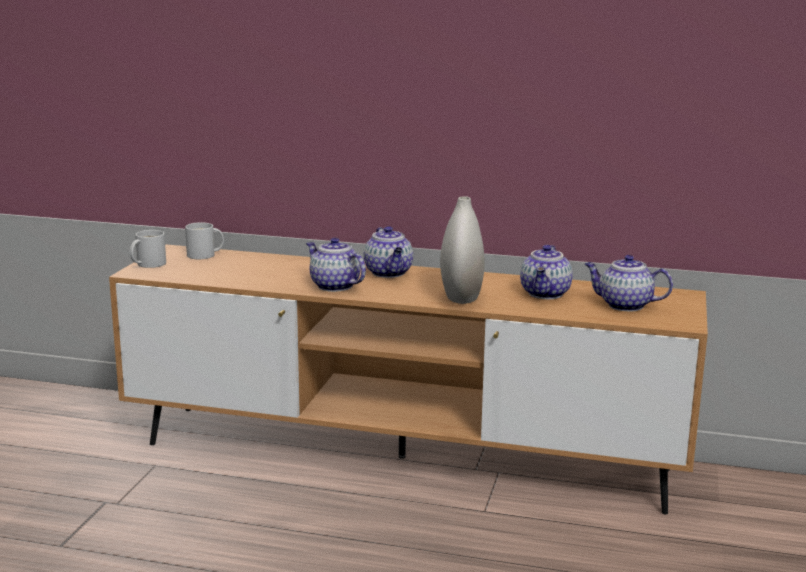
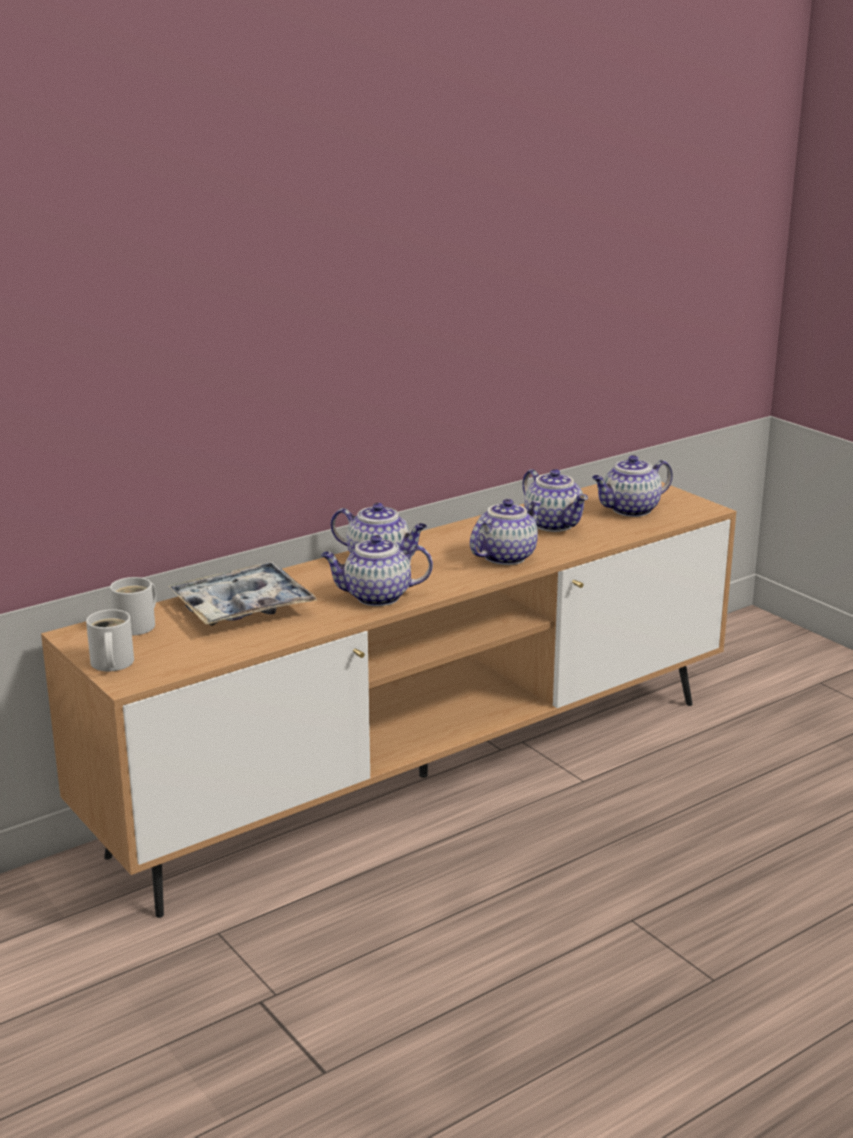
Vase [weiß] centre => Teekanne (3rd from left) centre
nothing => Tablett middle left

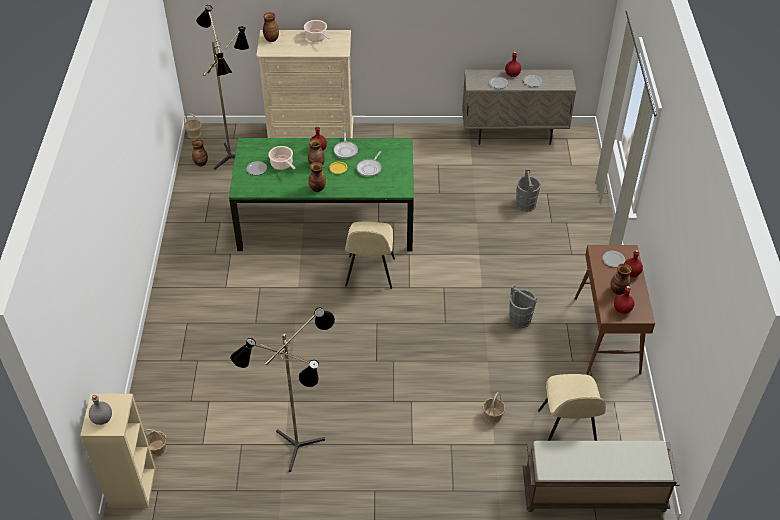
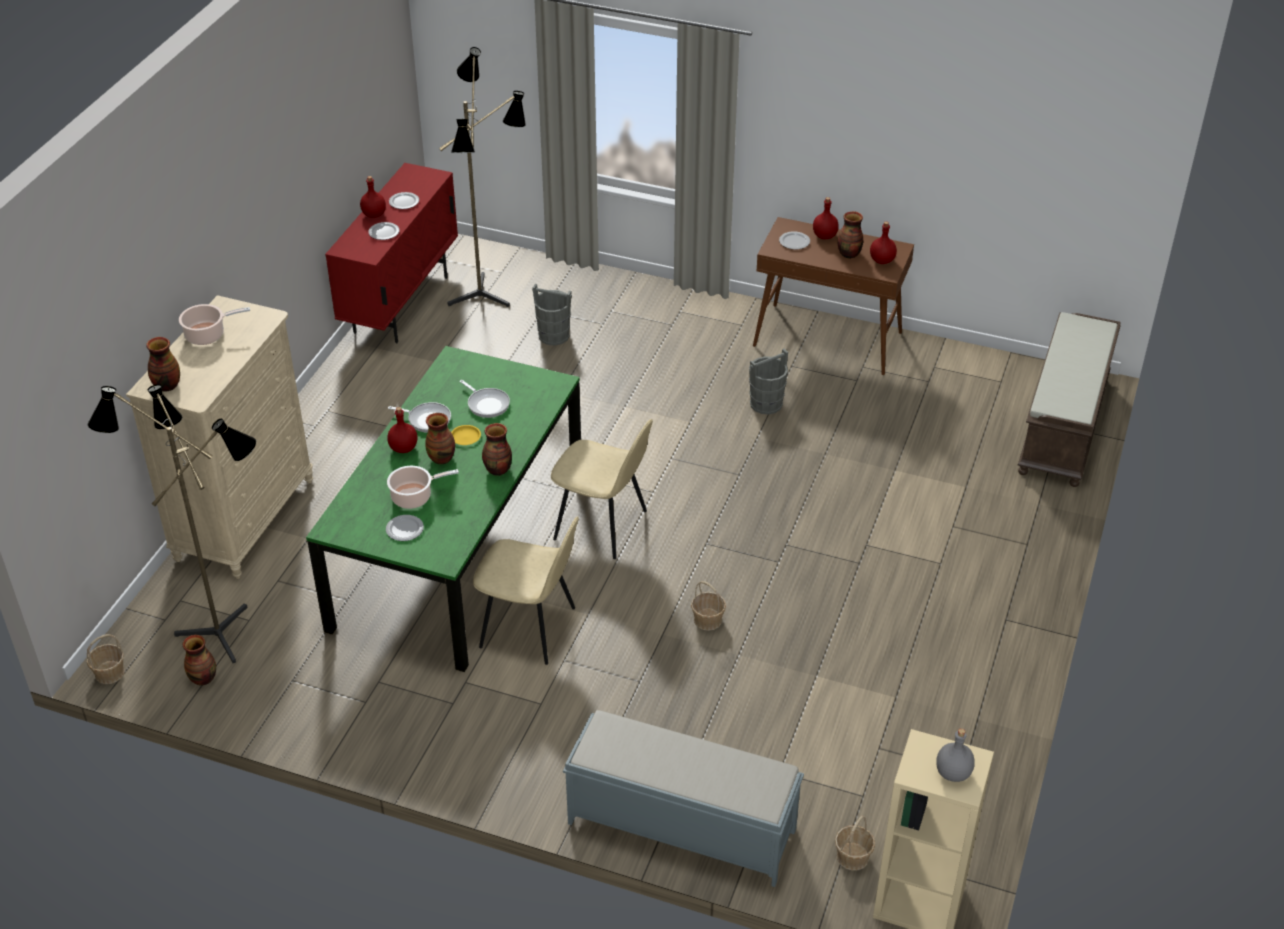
Schrank [beige] top centre => Schrank [rot] top left
Stehlampe (2nd from left) bottom centre => Stehlampe (2nd from left) top centre, move
Stuhl [beige] (2nd from left in the first image) bottom right => Stuhl [beige] (1st from left) centre, move
Korb (3rd from left in the first image) bottom centre => Korb (2nd from left) centre, move
nothing => Bank [grau] bottom centre

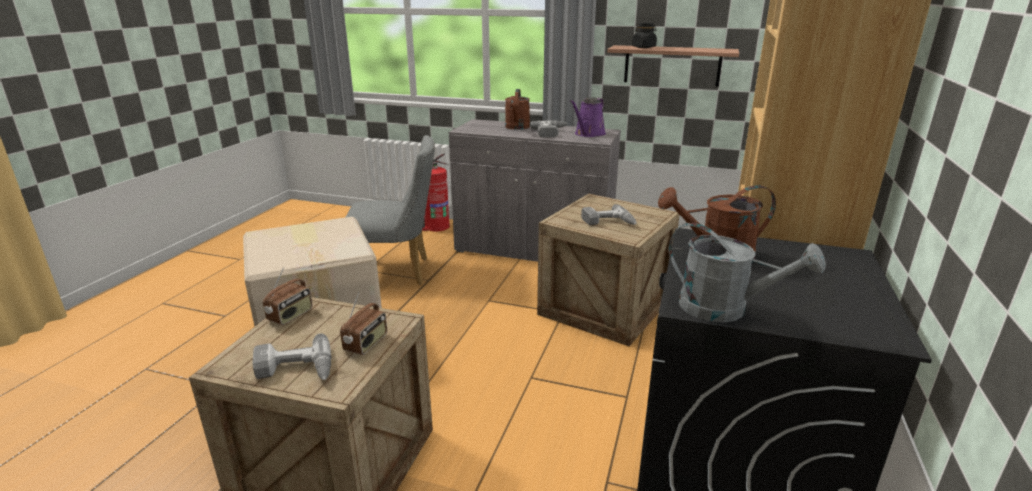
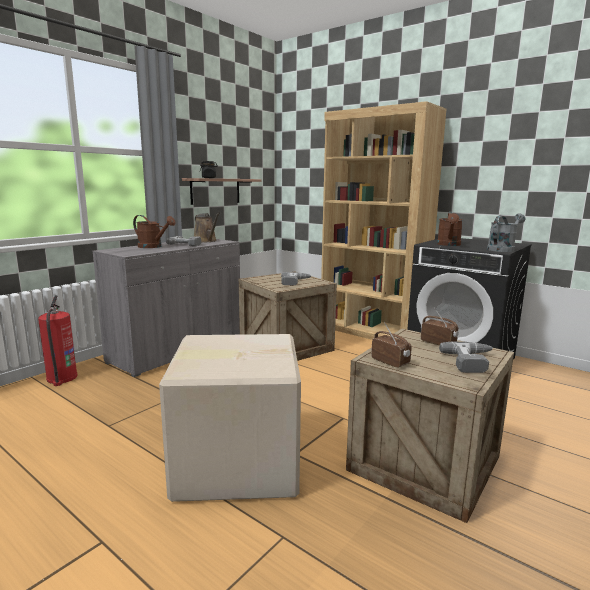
Gießkanne [lila] top centre => Gießkanne [braun] (2nd from left) centre
Stuhl [grau] centre => nothing

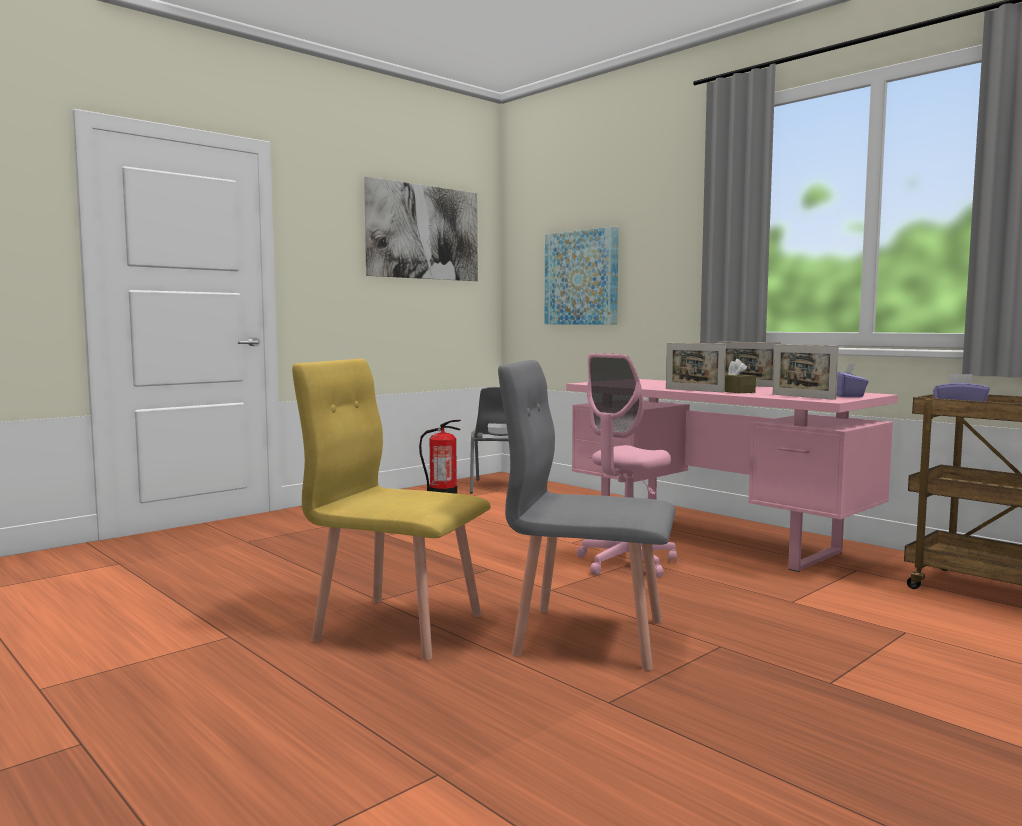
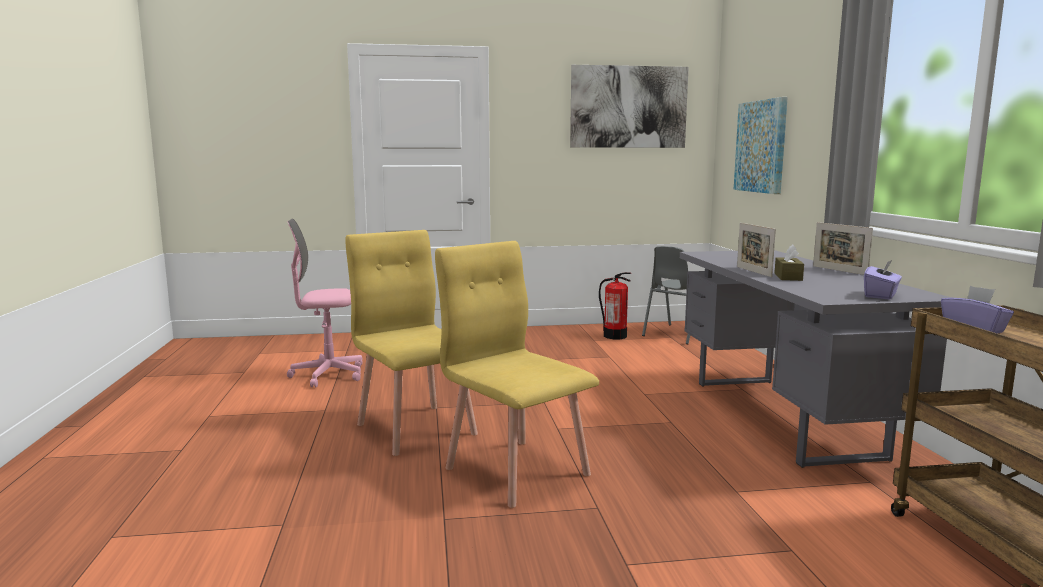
Bilderrahmen (3rd from left) middle right => nothing
Bürostuhl [rosa] centre => Bürostuhl [rosa] middle left, move
Stuhl [grau] (2nd from left) centre => Stuhl [gelb] (2nd from left) centre
Schreibtisch [rosa] middle right => Schreibtisch [grau] middle right

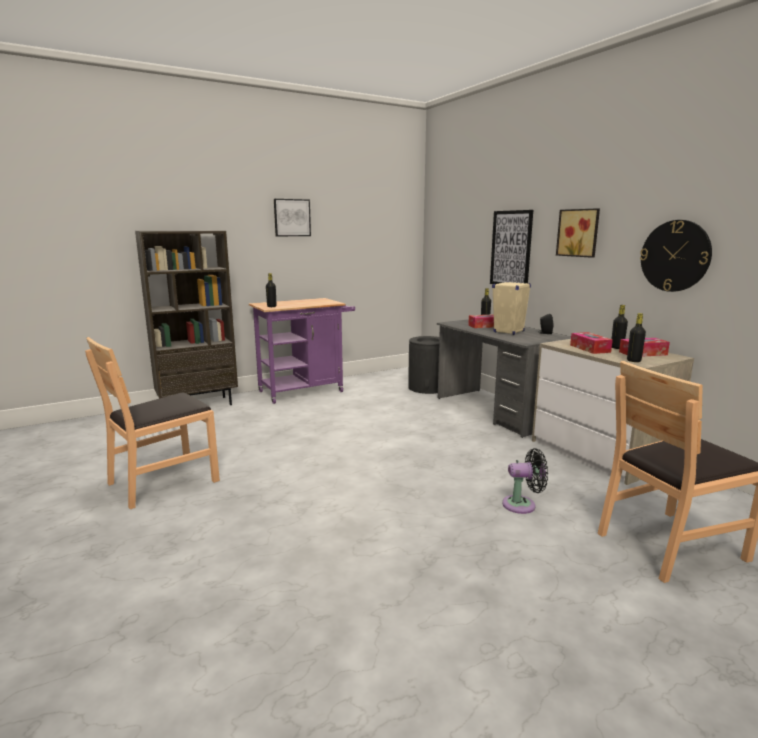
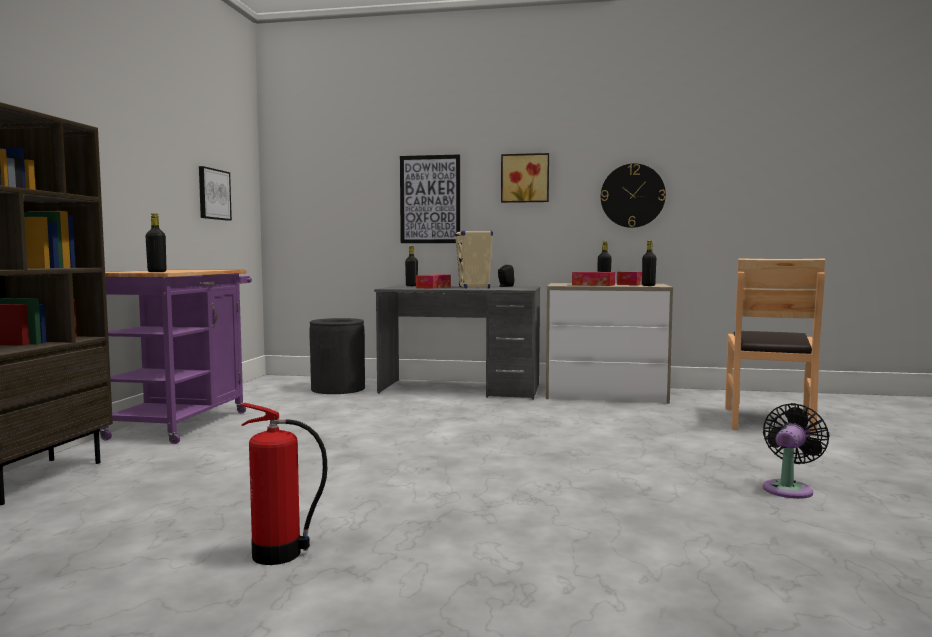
Bild (1st from left) top centre => Bild (1st from left) top left, move
Stuhl [braun] (1st from left) middle left => Feuerlöscher bottom left
Ventilator [schwarz] middle right => Ventilator [schwarz] bottom right, move

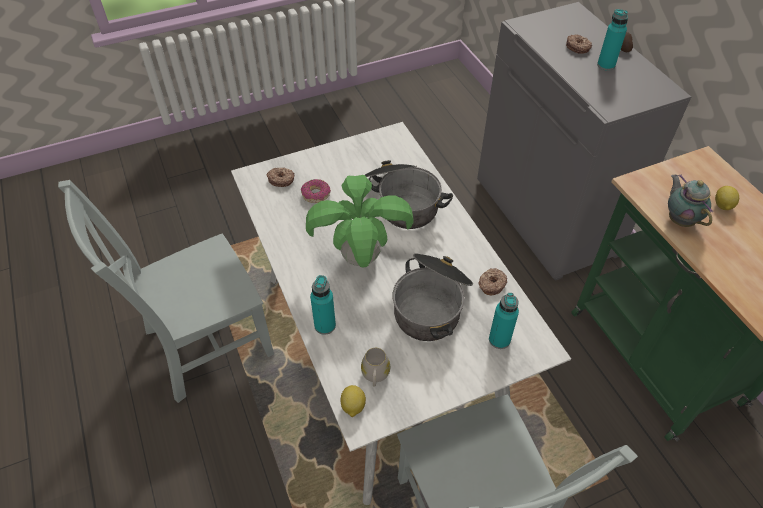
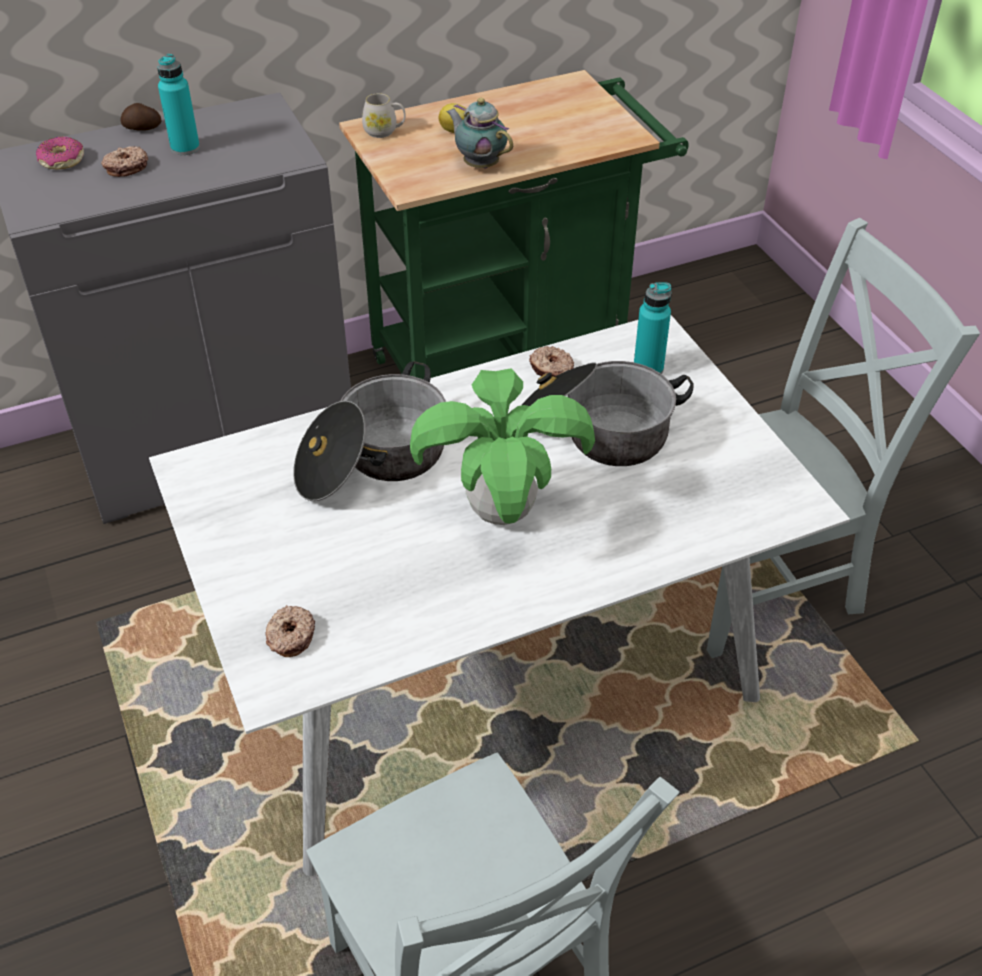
Teekanne middle right => Teekanne top centre, 60 degrees clockwise
Donut (2nd from left in the first image) centre => Donut (1st from left) top left, move
Flasche [türkis] (1st from left) centre => nothing
Henkelbecher [weiß] bottom centre => Henkelbecher [weiß] top centre, move
Zitrone (1st from left) bottom centre => nothing

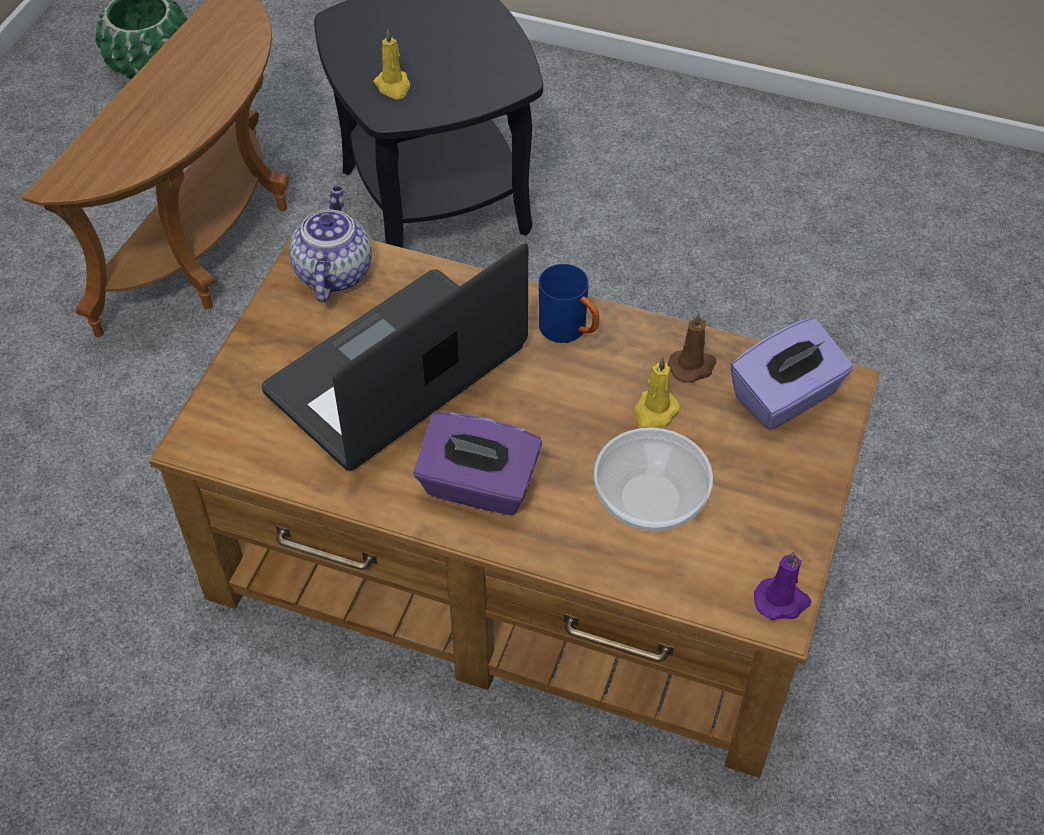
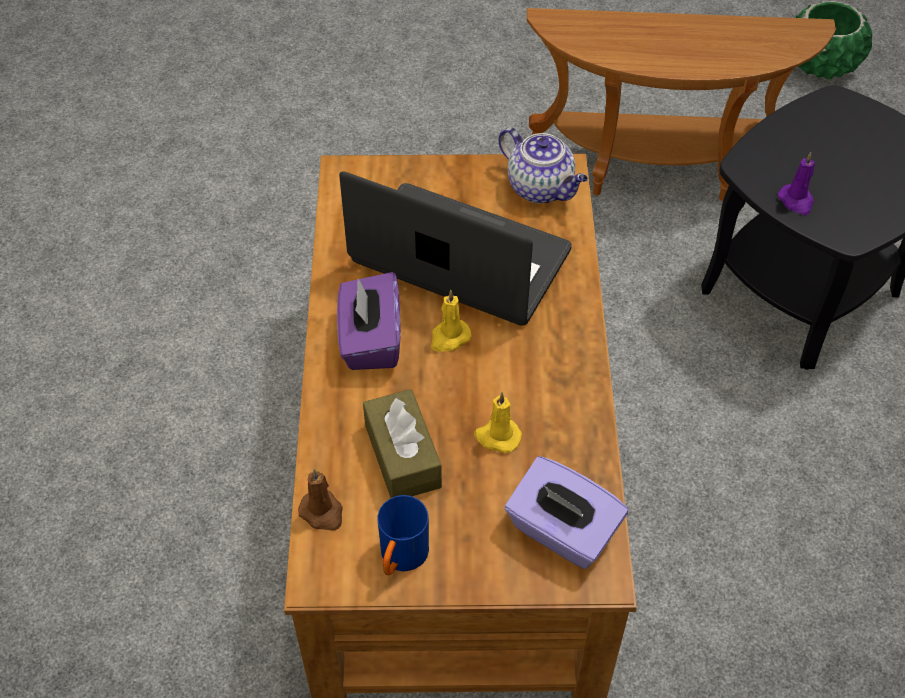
Kerze [gelb] (1st from left) top centre => Kerze [gelb] (1st from left) centre, move
Teekanne top left => Teekanne top centre, 60 degrees clockwise
Henkelbecher [blau] centre => Henkelbecher [blau] bottom centre, move
Kerze [braun] centre => Kerze [braun] bottom centre, move
Schüssel centre => Taschentuchbox [braun] centre
Kerze [lila] bottom right => Kerze [lila] top right, move

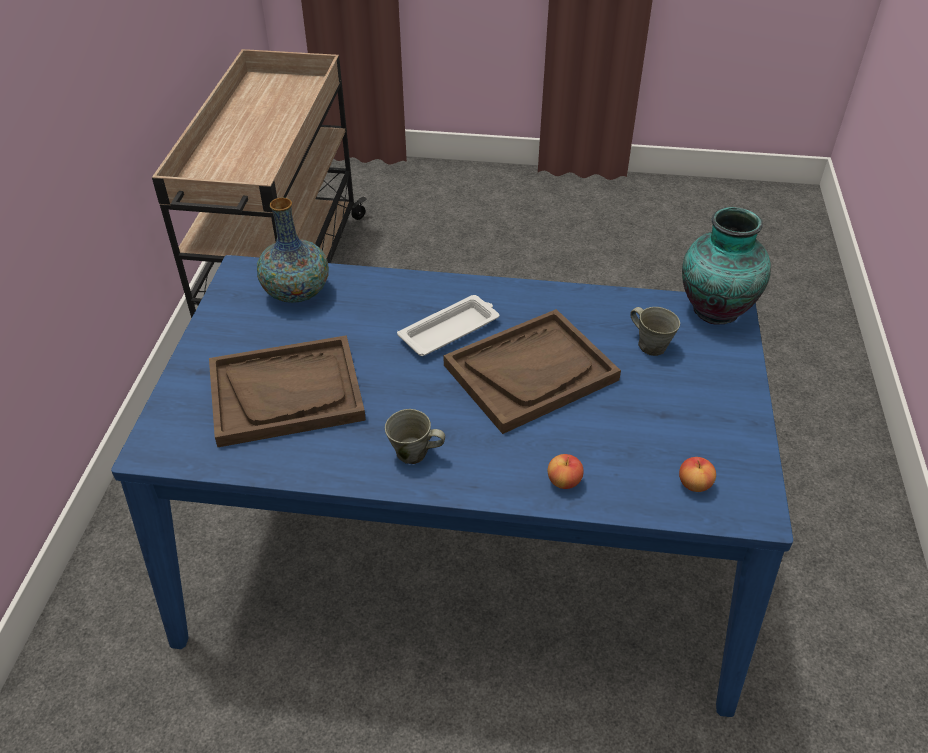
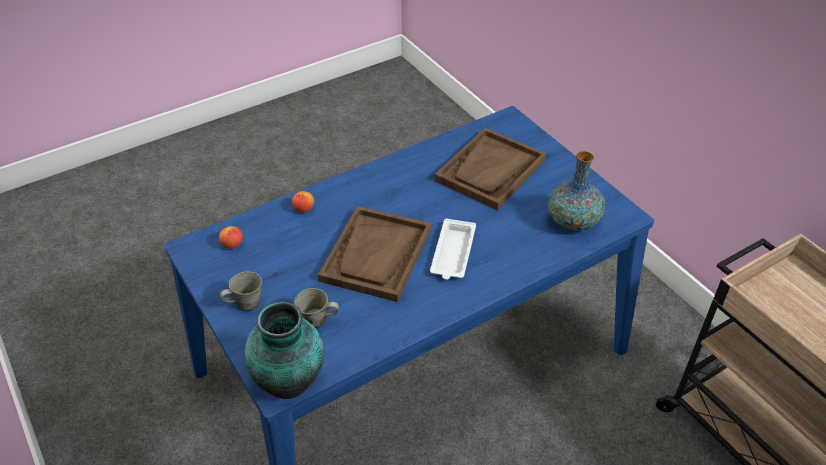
Henkelbecher [grau] (1st from left) centre => Henkelbecher [grau] (1st from left) middle left, move

